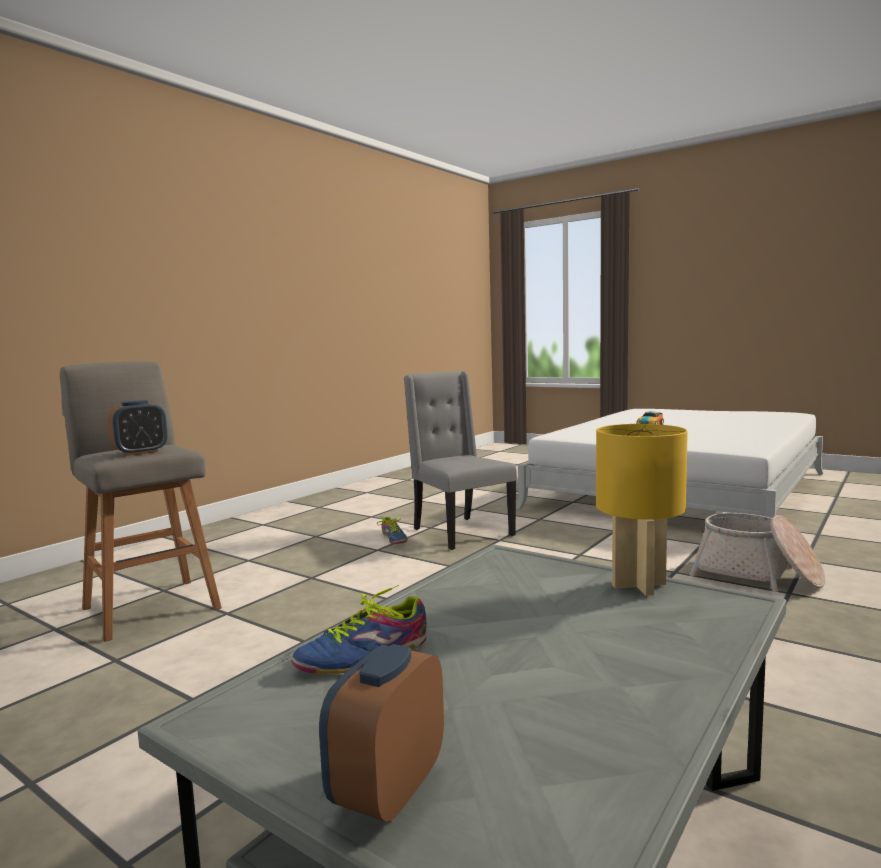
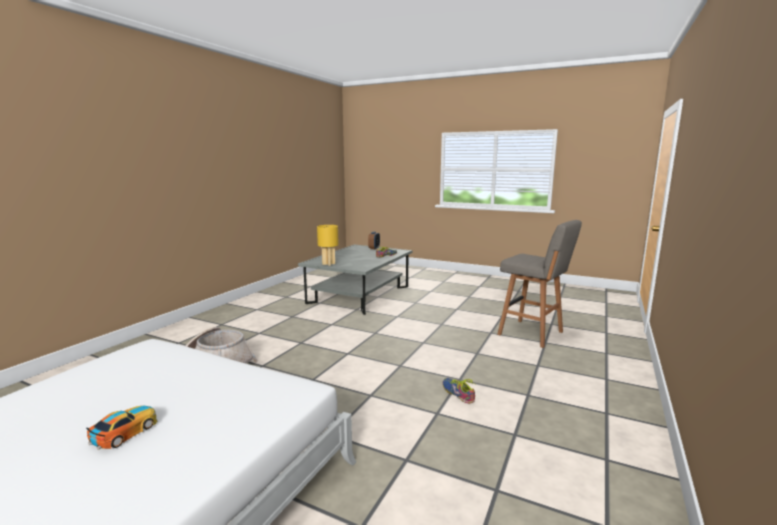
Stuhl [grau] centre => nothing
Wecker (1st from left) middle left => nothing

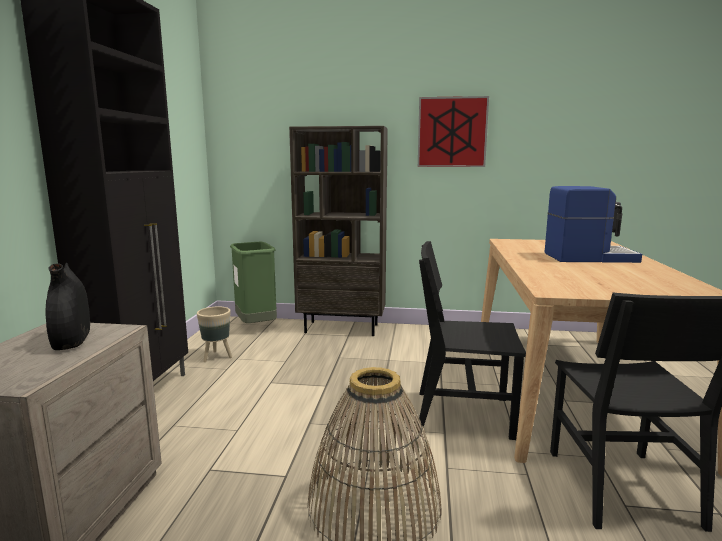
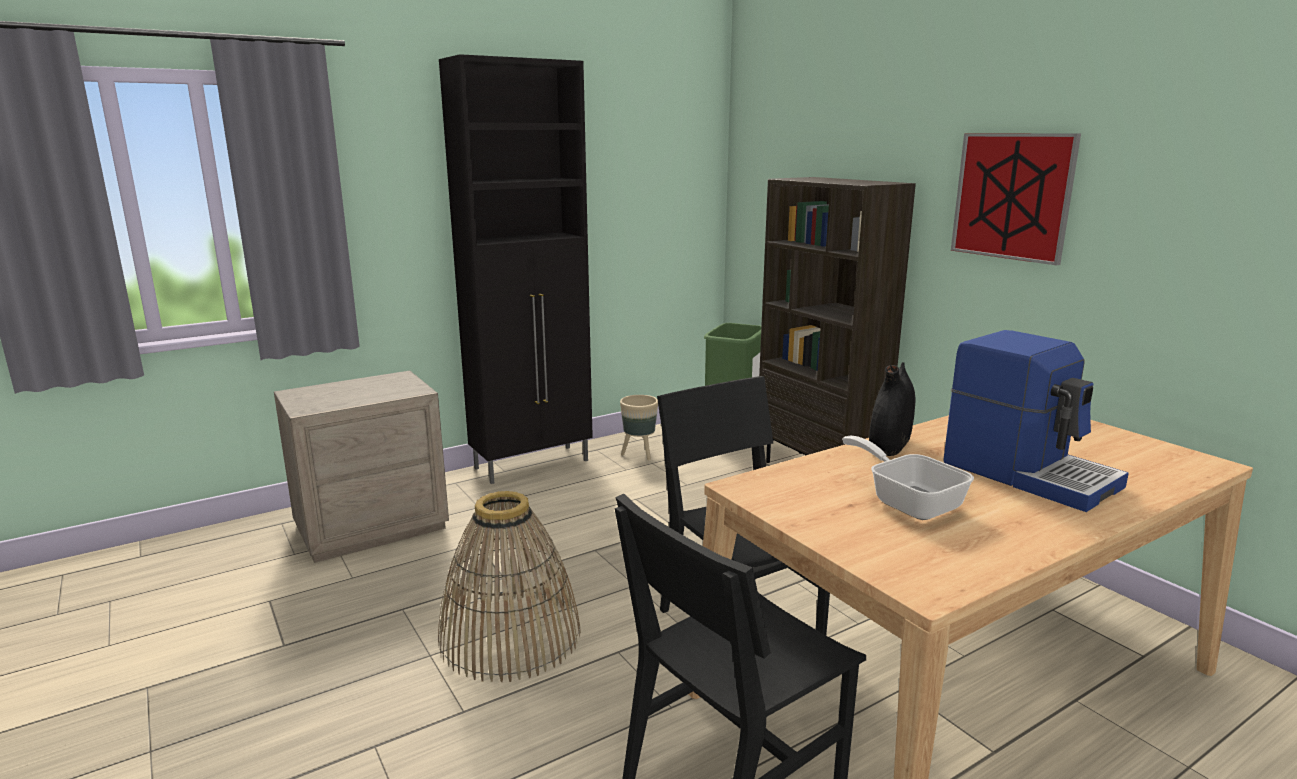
Vase [schwarz] middle left => Vase [schwarz] middle right, move
nothing => Pfanne middle right

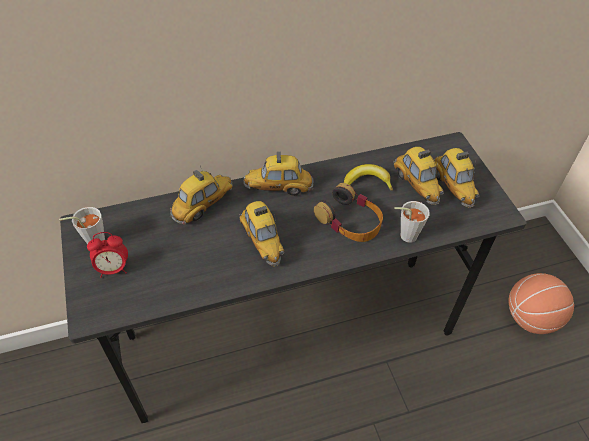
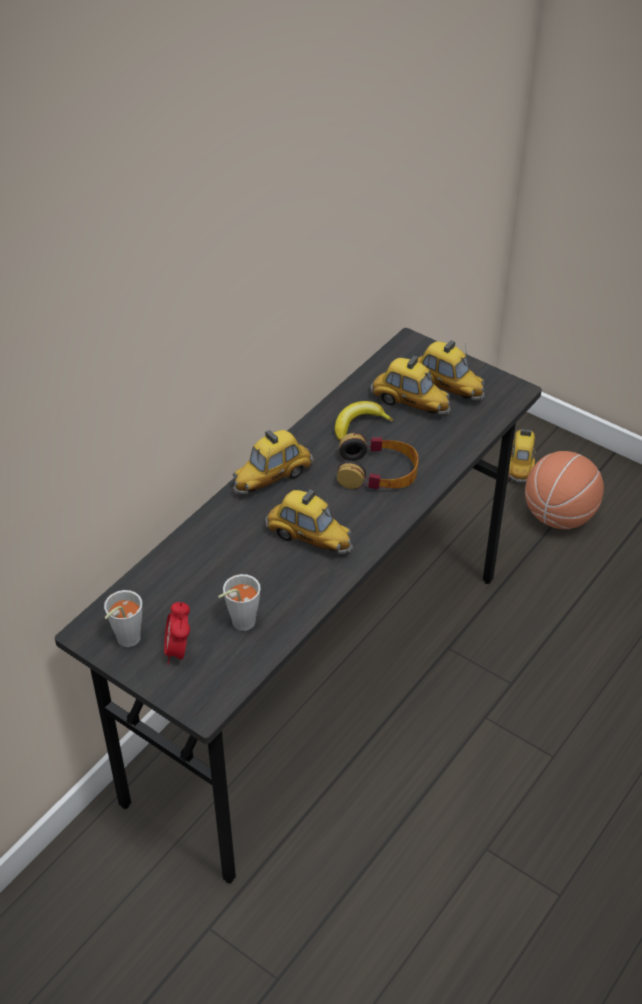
Spielzeugauto (1st from left in the first image) centre => Spielzeugauto (5th from left) middle right, move
Tasse [grau] (2nd from left) middle right => Tasse [grau] (2nd from left) centre, move
Wecker middle left, 135 degrees clockwise

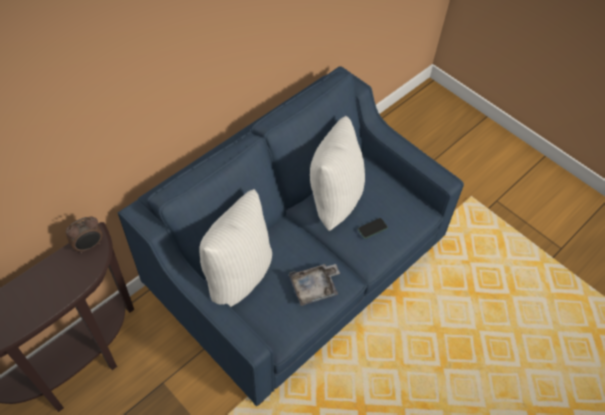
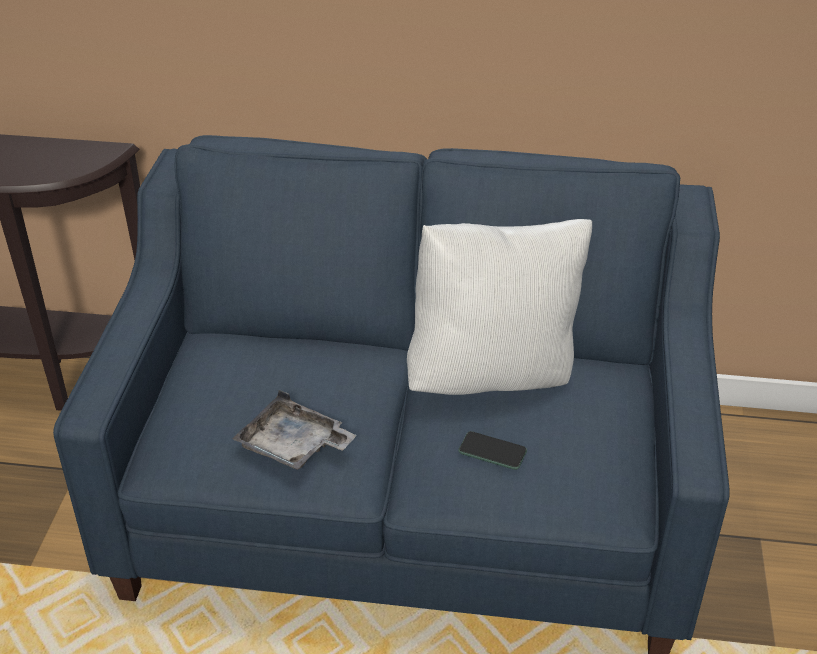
Kissen [weiß] (1st from left) centre => nothing
Wecker middle left => nothing

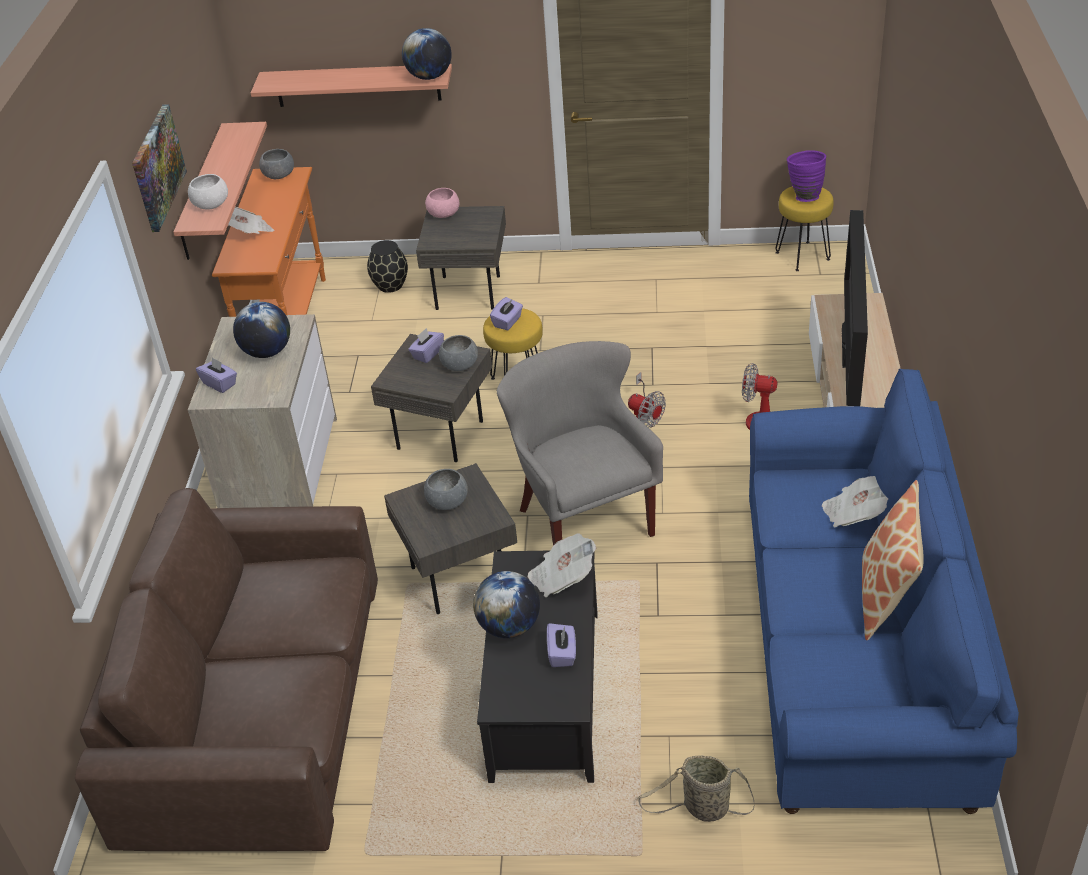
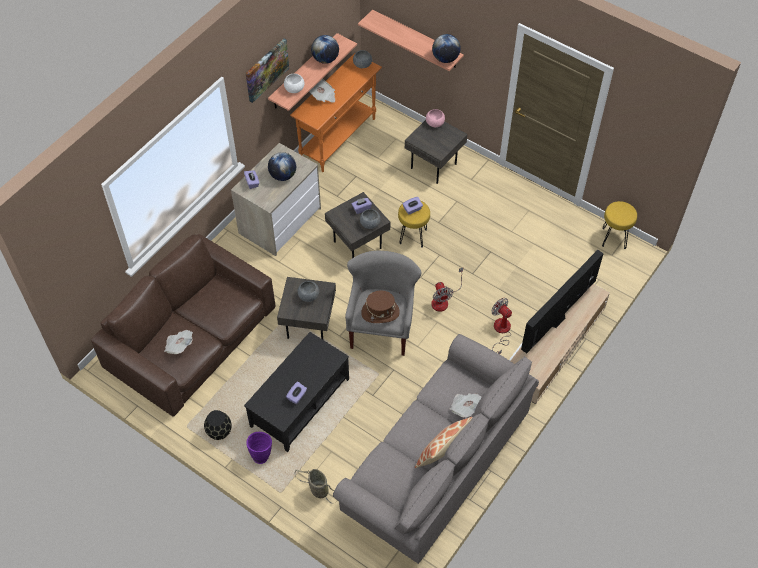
Vase [lila] top right => Vase [lila] bottom centre, move
Vase [schwarz] top centre => Vase [schwarz] bottom left, move
Sofa [blau] bottom right => Sofa [grau] bottom centre
Zeitung (2nd from left in the first image) centre => Zeitung (1st from left) middle left, move
Globus (3rd from left in the first image) bottom centre => Globus (2nd from left) top centre, move
nothing => Hut [braun] centre

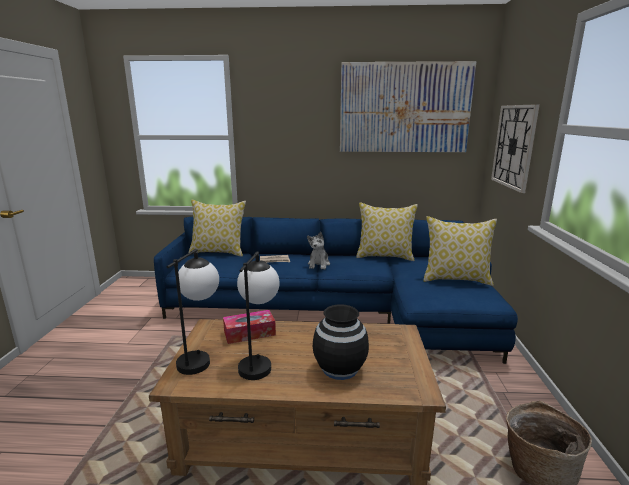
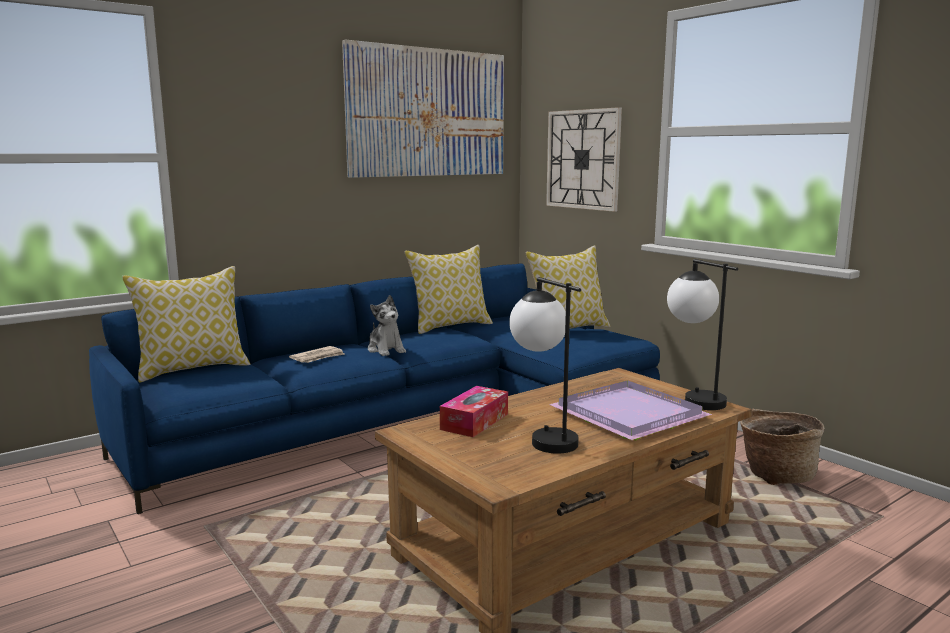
Tischlampe (1st from left in the first image) middle left => Tischlampe (2nd from left) middle right, move
Vase [schwarz] bottom centre => Tablett [lila] centre

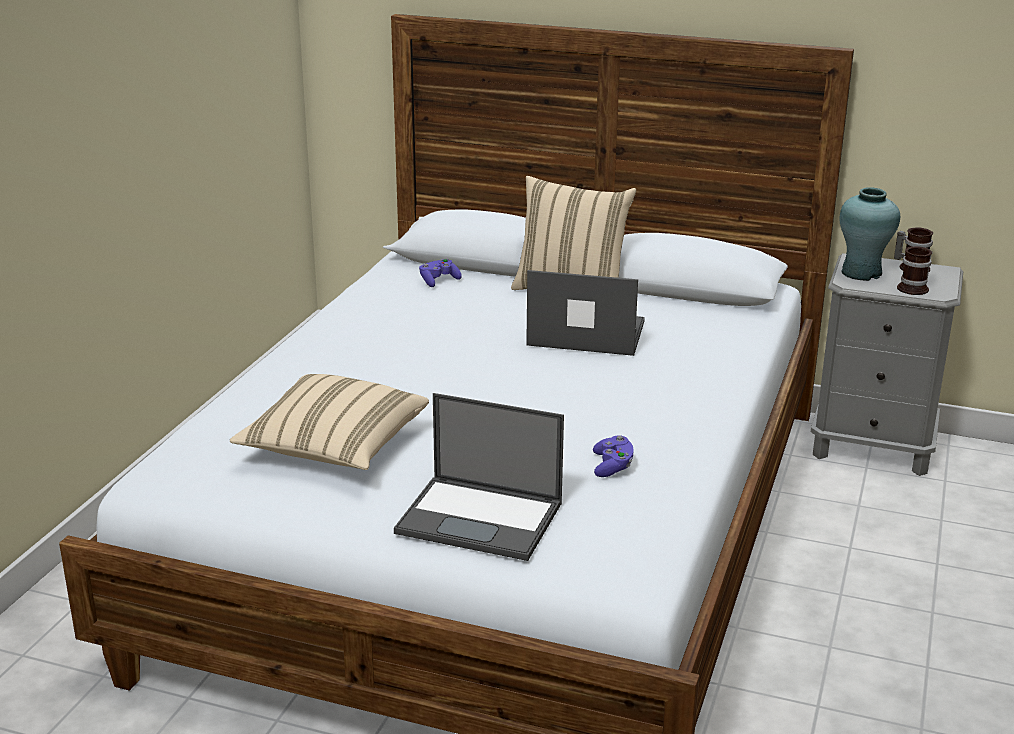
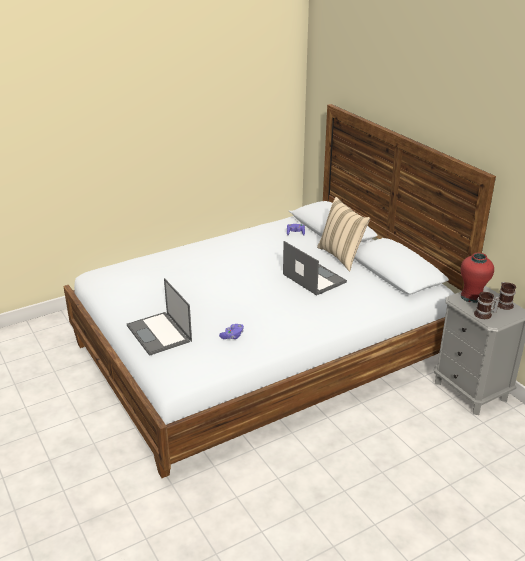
Vase [türkis] top right => Vase [rot] middle right
Kissen [beige] (1st from left) middle left => nothing

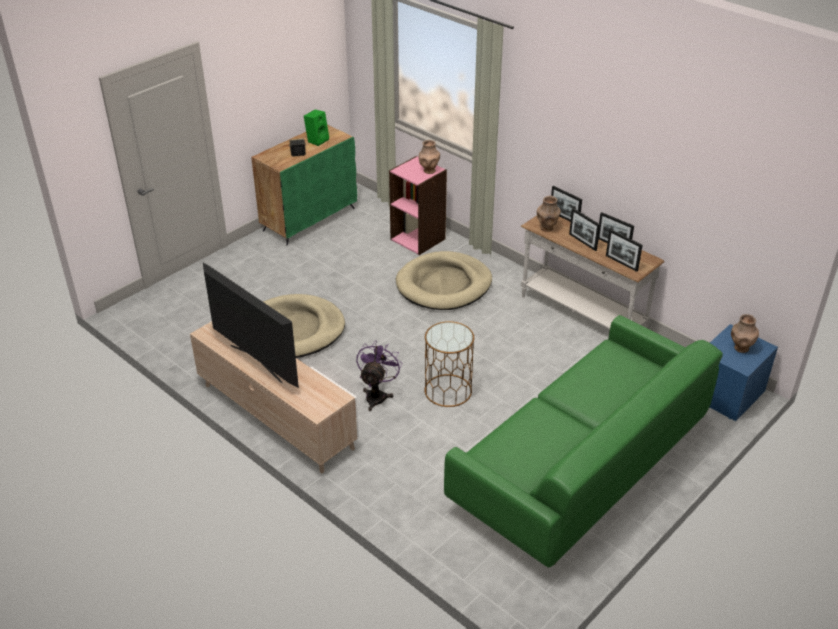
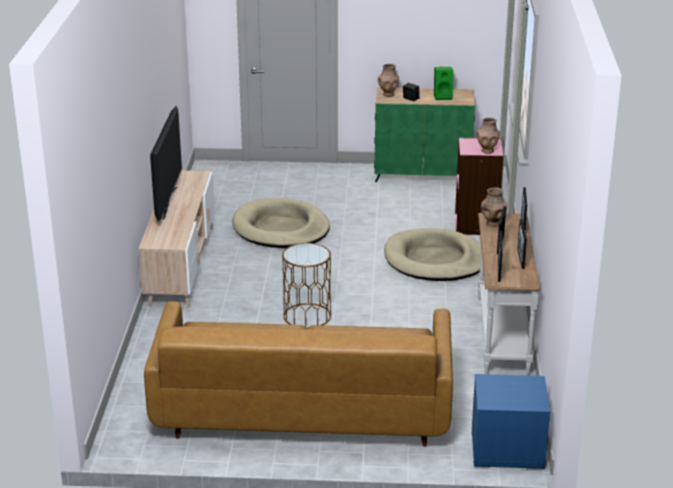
Vase [braun] (3rd from left in the first image) middle right => Vase [braun] (1st from left) top centre, move
Sofa [grün] bottom right => Sofa [braun] bottom centre
Ventilator [lila] centre => nothing

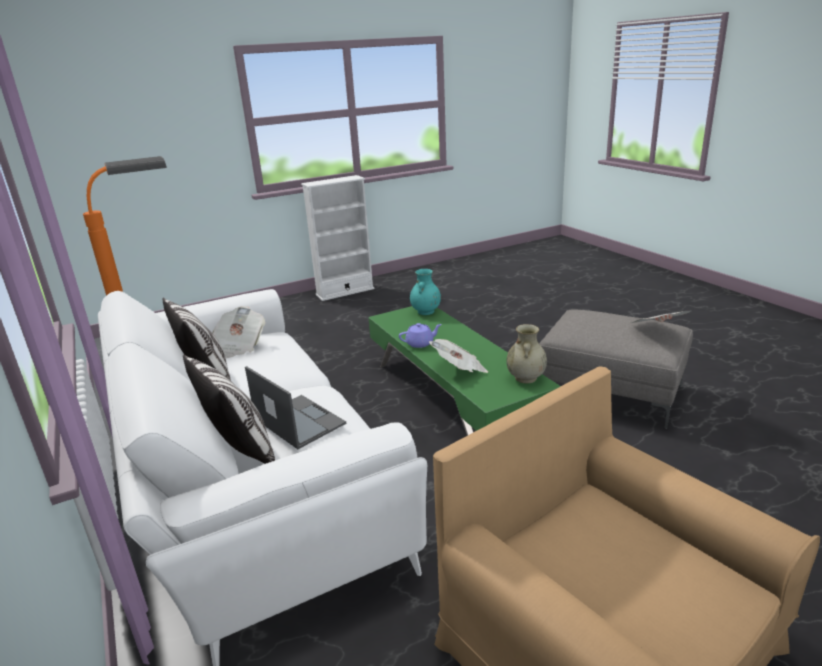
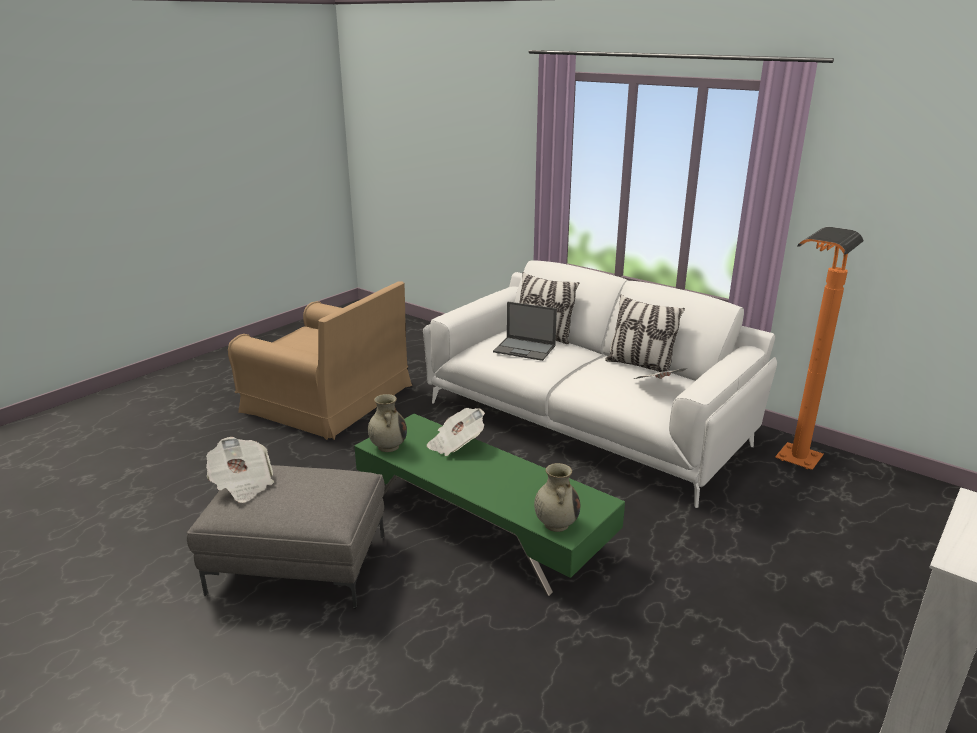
Vase [türkis] centre => Vase [beige] (2nd from left) bottom centre
Teekanne [lila] centre => nothing

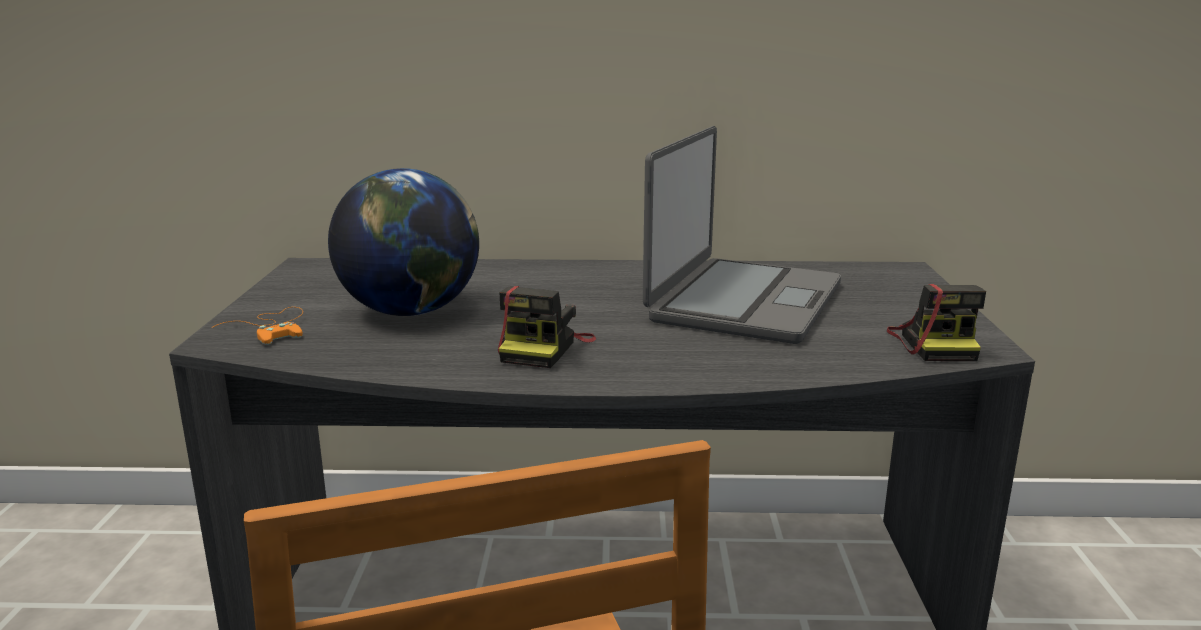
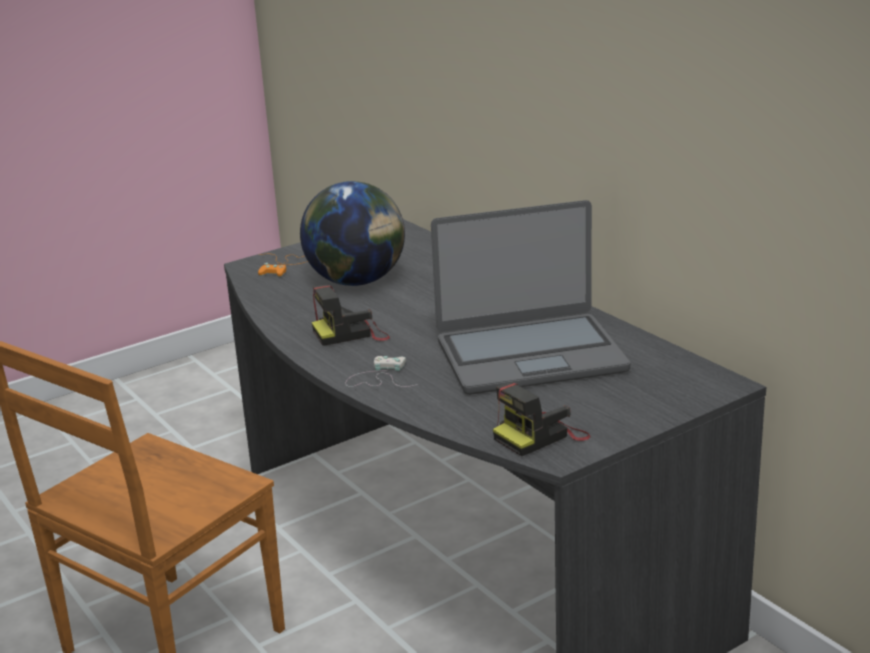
nothing => Gamepad [weiß] centre

